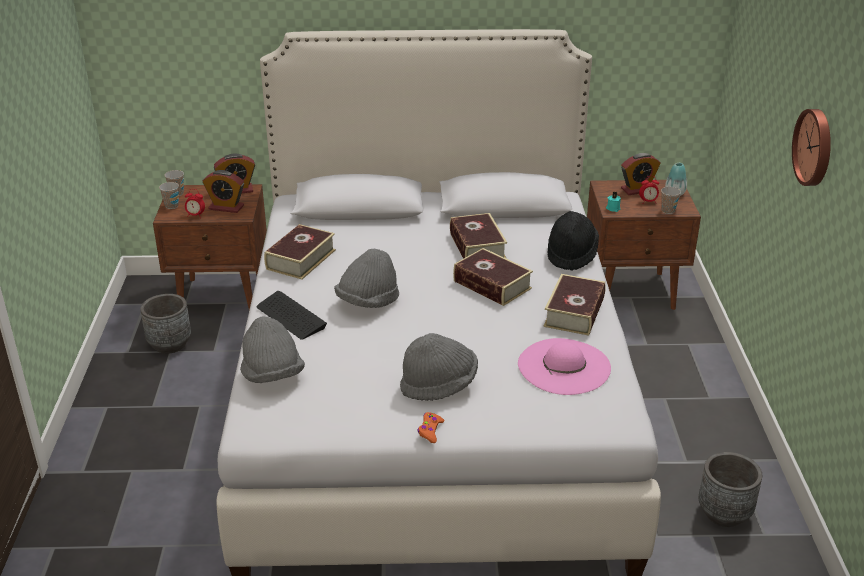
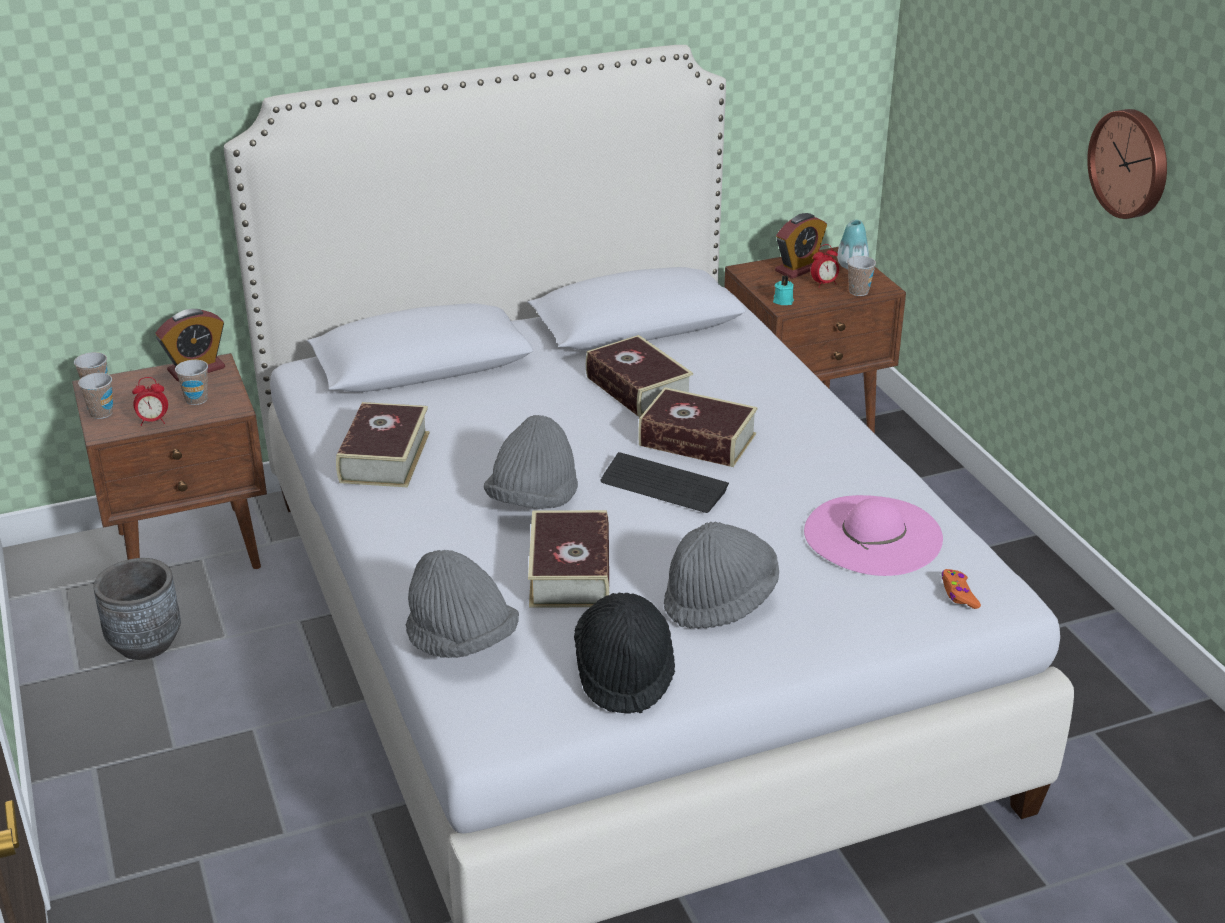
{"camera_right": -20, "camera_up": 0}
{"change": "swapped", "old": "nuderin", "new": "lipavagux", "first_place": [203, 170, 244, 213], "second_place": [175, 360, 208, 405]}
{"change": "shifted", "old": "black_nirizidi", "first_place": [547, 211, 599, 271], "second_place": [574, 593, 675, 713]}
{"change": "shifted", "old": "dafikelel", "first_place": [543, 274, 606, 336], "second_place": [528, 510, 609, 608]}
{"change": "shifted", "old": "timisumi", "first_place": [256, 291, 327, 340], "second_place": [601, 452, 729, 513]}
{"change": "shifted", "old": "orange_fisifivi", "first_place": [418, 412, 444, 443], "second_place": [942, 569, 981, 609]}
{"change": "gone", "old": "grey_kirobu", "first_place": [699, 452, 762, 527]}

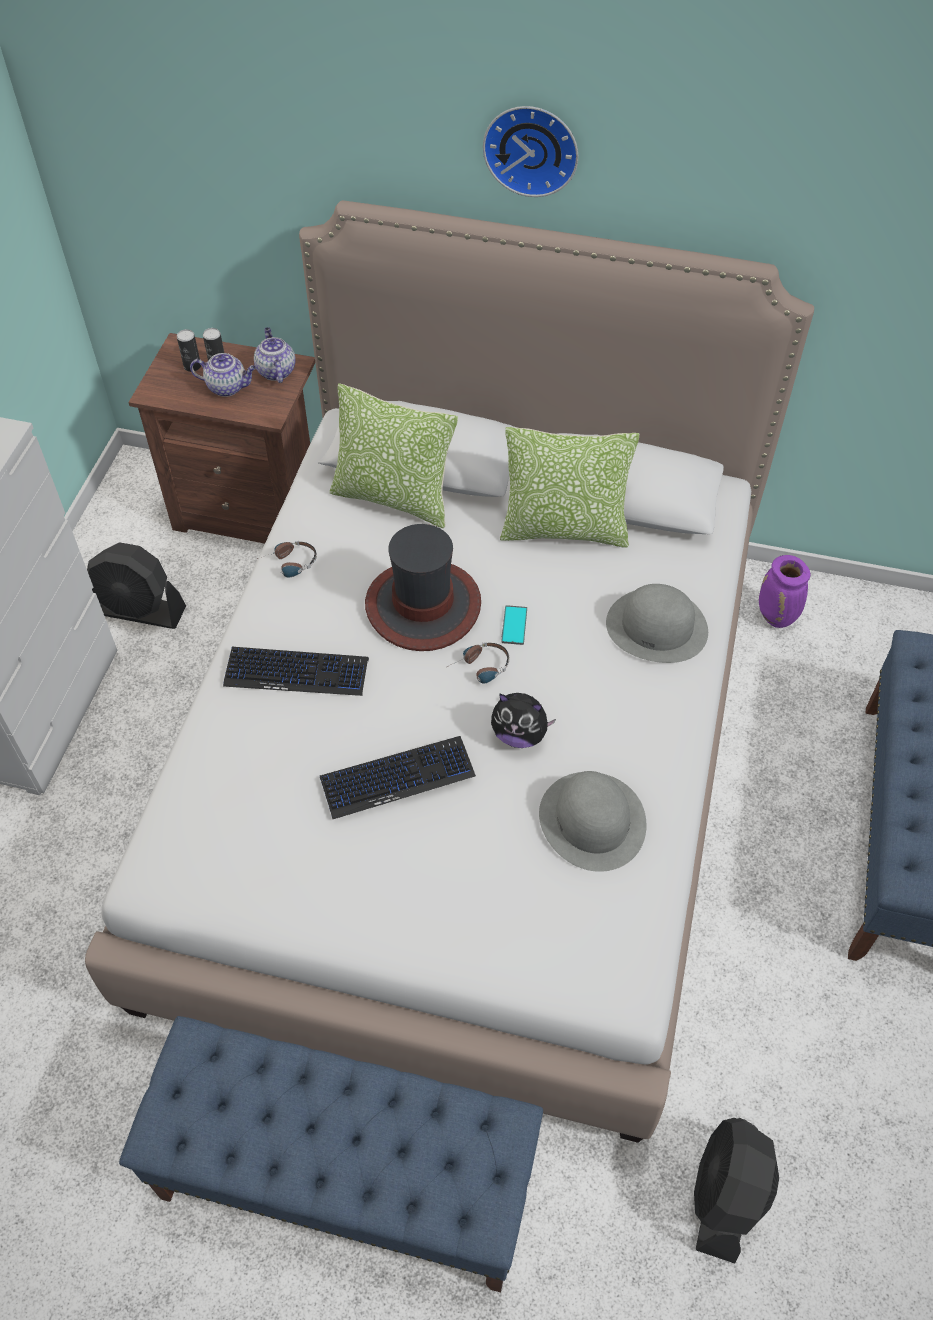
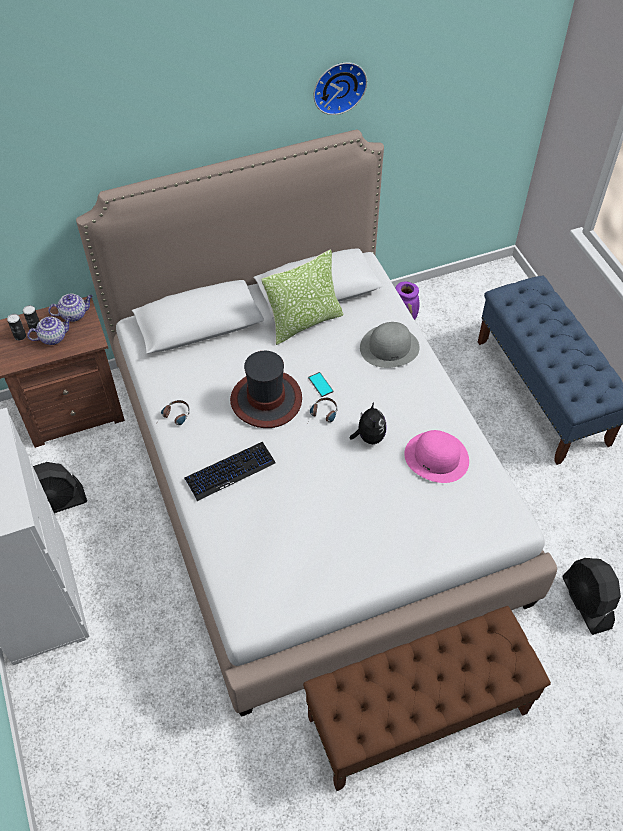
{"camera_right": -35, "camera_up": 0}
{"change": "shifted", "old": "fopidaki", "first_place": [483, 106, 578, 197], "second_place": [313, 62, 367, 115]}
{"change": "rotated", "old": "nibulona", "first_place": [254, 327, 296, 383], "second_place": [48, 293, 92, 322], "degrees": 120}
{"change": "gone", "old": "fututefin", "first_place": [330, 383, 458, 528]}
{"change": "rotated", "old": "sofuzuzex", "first_place": [491, 693, 556, 748], "second_place": [350, 402, 387, 444], "degrees": -75}
{"change": "gone", "old": "timisumi", "first_place": [320, 736, 476, 819]}
{"change": "repainted", "old": "grey_nirizidi", "new": "pink_nirizidi", "first_place": [539, 771, 647, 872], "second_place": [404, 430, 469, 483]}
{"change": "repainted", "old": "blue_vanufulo", "new": "brown_vanufulo", "first_place": [119, 1016, 543, 1292], "second_place": [303, 606, 551, 791]}

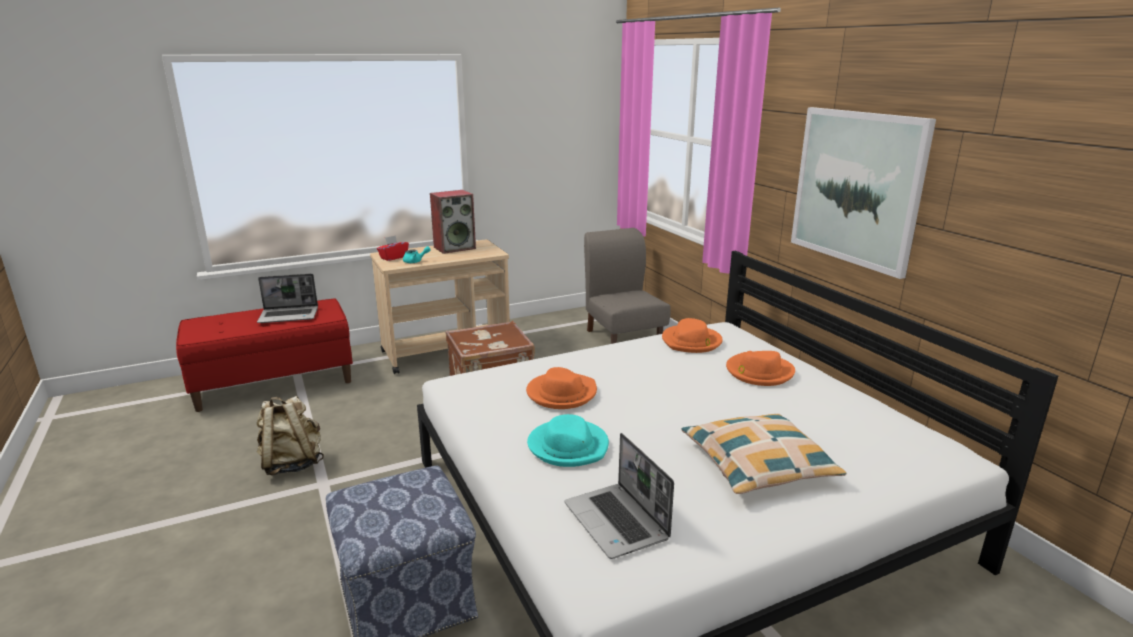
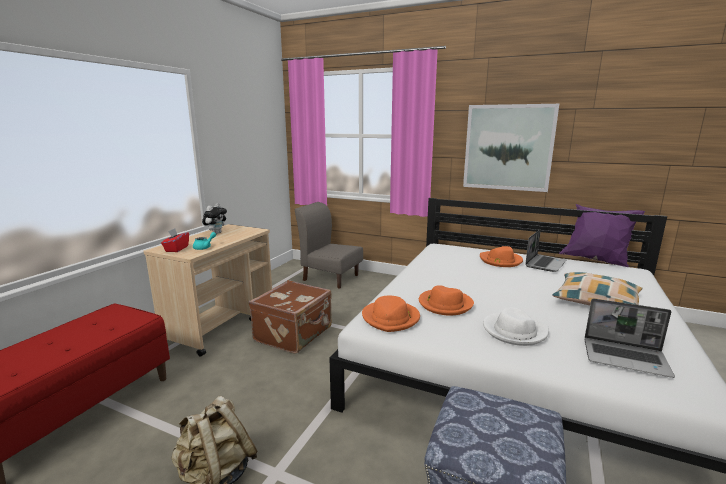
{"camera_right": -40, "camera_up": -5}
{"change": "swapped", "old": "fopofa", "new": "sofuzuzex", "first_place": [430, 190, 476, 254], "second_place": [202, 203, 227, 234]}
{"change": "shifted", "old": "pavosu", "first_place": [257, 274, 318, 323], "second_place": [525, 229, 567, 272]}
{"change": "shifted", "old": "orange_nirizidi", "first_place": [662, 318, 723, 353], "second_place": [362, 296, 420, 332]}
{"change": "repainted", "old": "turquoise_nirizidi", "new": "white_nirizidi", "first_place": [527, 414, 609, 467], "second_place": [483, 307, 549, 346]}
{"change": "new", "new": "purple_fututefin", "second_place": [559, 204, 645, 267]}

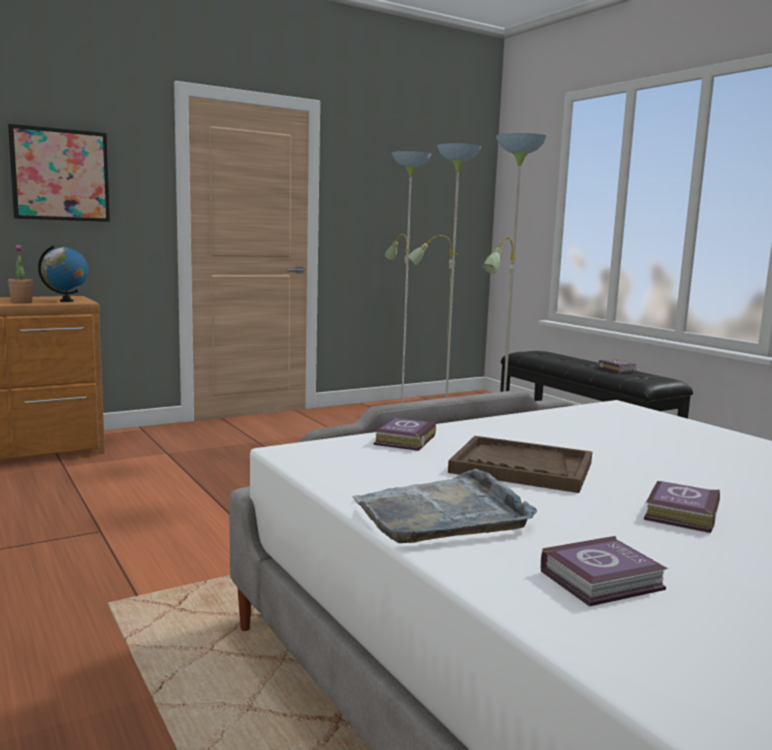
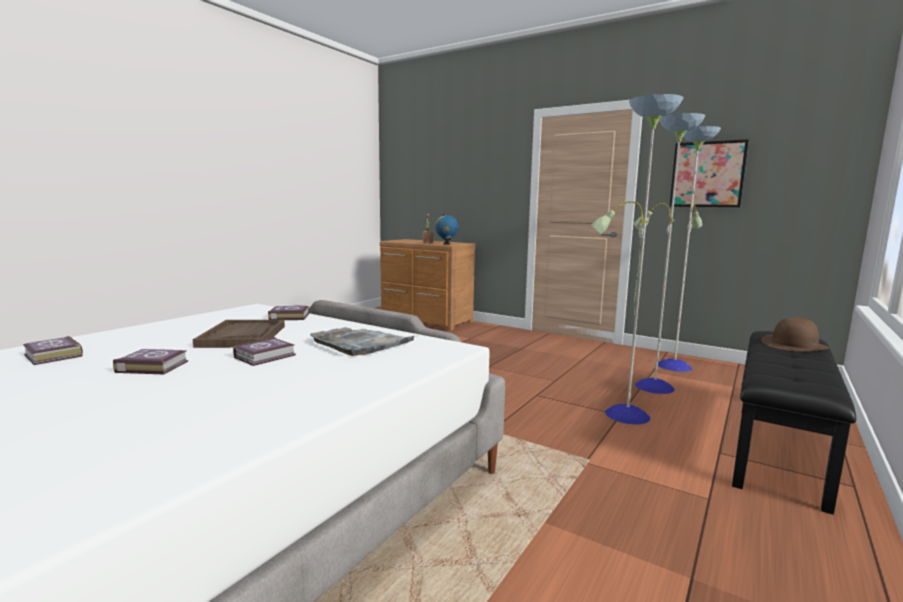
{"camera_right": 65, "camera_up": 0}
{"change": "shifted", "old": "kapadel", "first_place": [8, 124, 110, 222], "second_place": [670, 139, 749, 207]}
{"change": "shifted", "old": "dafikelel", "first_place": [598, 360, 637, 373], "second_place": [233, 337, 296, 366]}
{"change": "shifted", "old": "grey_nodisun", "first_place": [352, 469, 537, 543], "second_place": [310, 327, 415, 356]}
{"change": "new", "new": "brown_nirizidi", "second_place": [761, 317, 829, 351]}

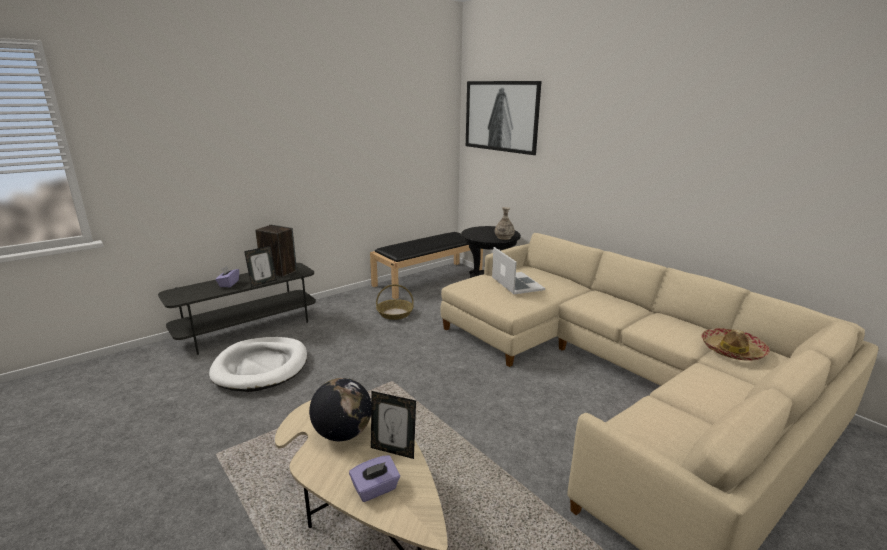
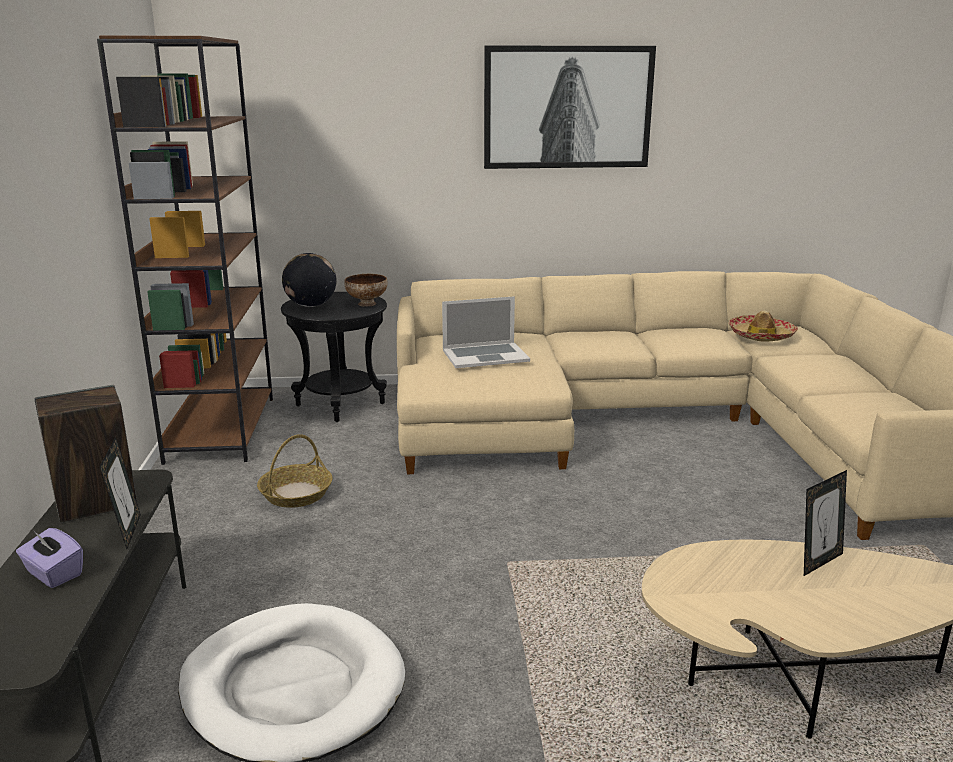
{"camera_right": -55, "camera_up": 0}
{"change": "shifted", "old": "kapadel", "first_place": [466, 81, 542, 155], "second_place": [484, 46, 656, 169]}
{"change": "swapped", "old": "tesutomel", "new": "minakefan", "first_place": [495, 207, 515, 240], "second_place": [344, 274, 387, 307]}
{"change": "swapped", "old": "black_vanufulo", "new": "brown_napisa", "first_place": [370, 232, 483, 299], "second_place": [97, 36, 273, 465]}
{"change": "rotated", "old": "pavosu", "first_place": [492, 247, 545, 294], "second_place": [442, 296, 530, 368], "degrees": 150}
{"change": "shifted", "old": "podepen", "first_place": [309, 378, 371, 441], "second_place": [282, 253, 336, 307]}
{"change": "gone", "old": "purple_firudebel", "first_place": [349, 455, 400, 502]}

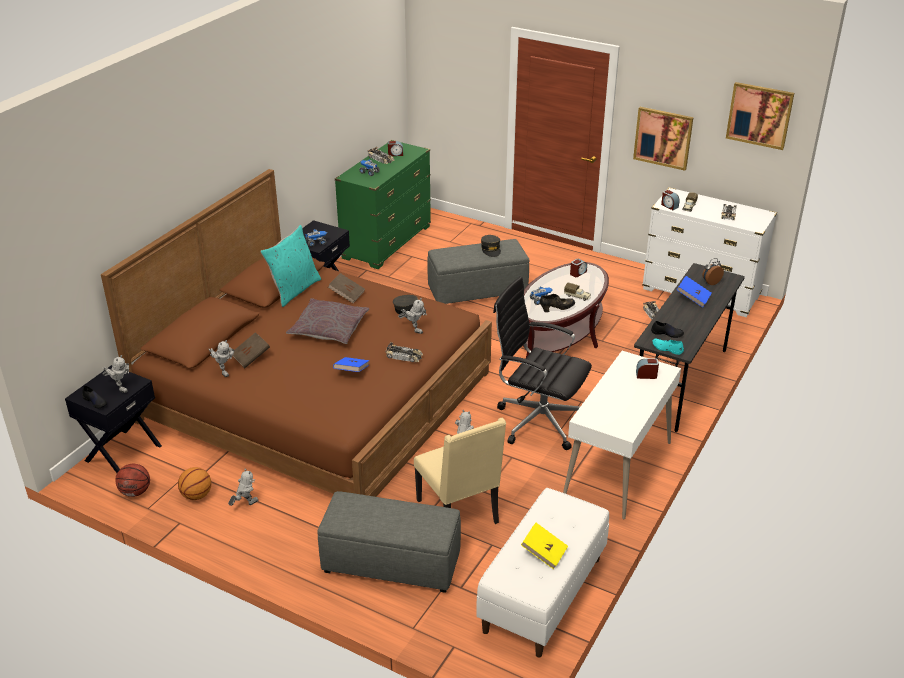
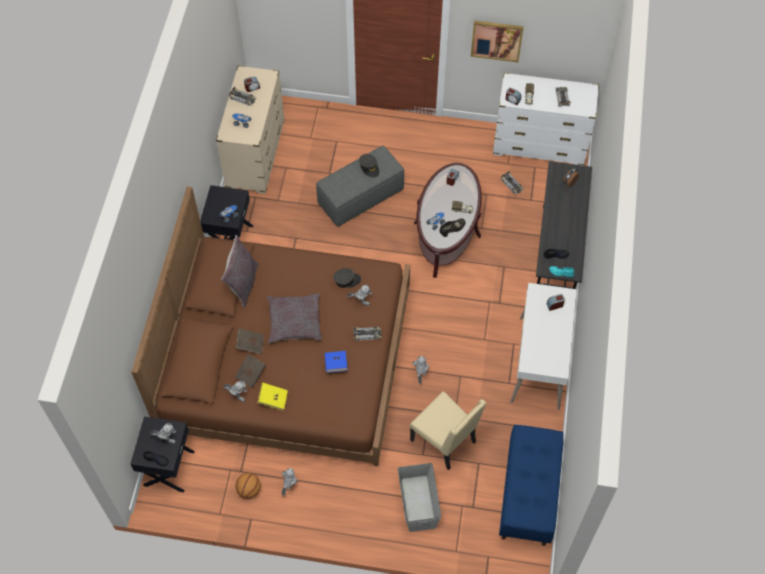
{"camera_right": -20, "camera_up": 25}
{"change": "gone", "old": "kapadel", "first_place": [726, 82, 794, 150]}
{"change": "repainted", "old": "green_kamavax", "new": "beige_kamavax", "first_place": [335, 140, 431, 269], "second_place": [216, 65, 285, 194]}
{"change": "repainted", "old": "turquoise_fututefin", "new": "grey_fututefin", "first_place": [260, 225, 322, 307], "second_place": [221, 235, 259, 308]}
{"change": "shifted", "old": "brown_dafikelel", "first_place": [328, 273, 365, 303], "second_place": [236, 328, 264, 354]}
{"change": "gone", "old": "blue_dafikelel", "first_place": [677, 276, 712, 308]}
{"change": "gone", "old": "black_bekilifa", "first_place": [493, 277, 592, 450]}
{"change": "gone", "old": "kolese", "first_place": [115, 464, 150, 497]}
{"change": "repainted", "old": "white_vanufulo", "new": "blue_vanufulo", "first_place": [476, 488, 609, 658], "second_place": [499, 425, 564, 546]}
{"change": "swapped", "old": "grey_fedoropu", "new": "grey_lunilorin", "first_place": [317, 491, 461, 593], "second_place": [398, 463, 441, 532]}
{"change": "shifted", "old": "yellow_dafikelel", "first_place": [521, 523, 568, 569], "second_place": [258, 383, 288, 411]}

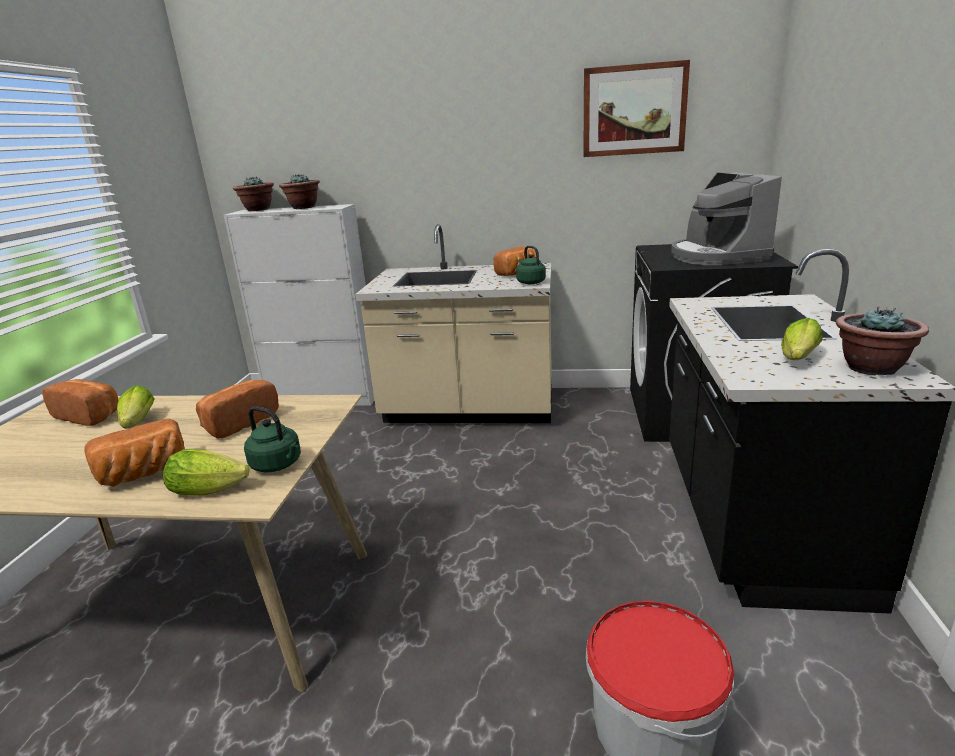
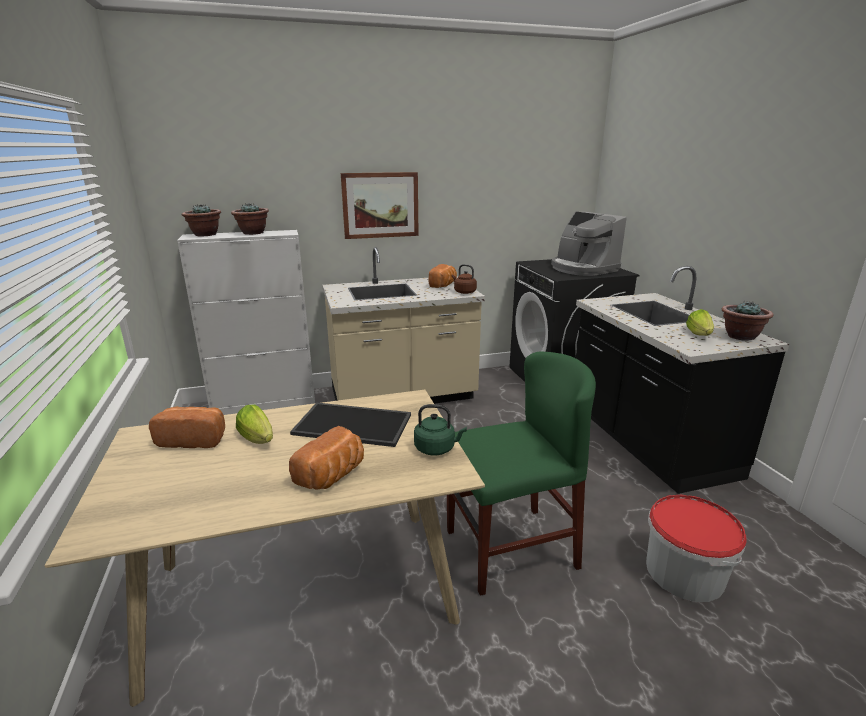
{"camera_right": -25, "camera_up": 0}
{"change": "shifted", "old": "kapadel", "first_place": [583, 60, 690, 157], "second_place": [341, 172, 419, 239]}
{"change": "repainted", "old": "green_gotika", "new": "brown_gotika", "first_place": [516, 246, 546, 284], "second_place": [452, 264, 477, 294]}
{"change": "swapped", "old": "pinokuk", "new": "nodisun", "first_place": [196, 380, 279, 439], "second_place": [290, 403, 411, 447]}
{"change": "gone", "old": "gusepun", "first_place": [163, 449, 249, 496]}
{"change": "new", "new": "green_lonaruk", "second_place": [447, 351, 596, 596]}

